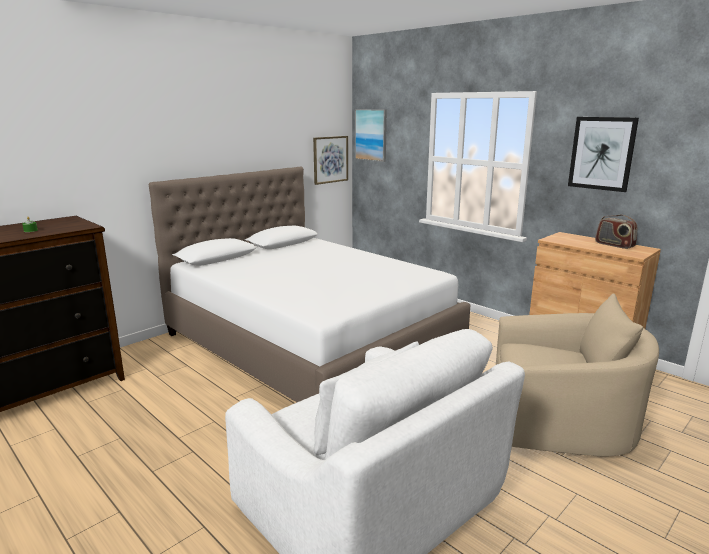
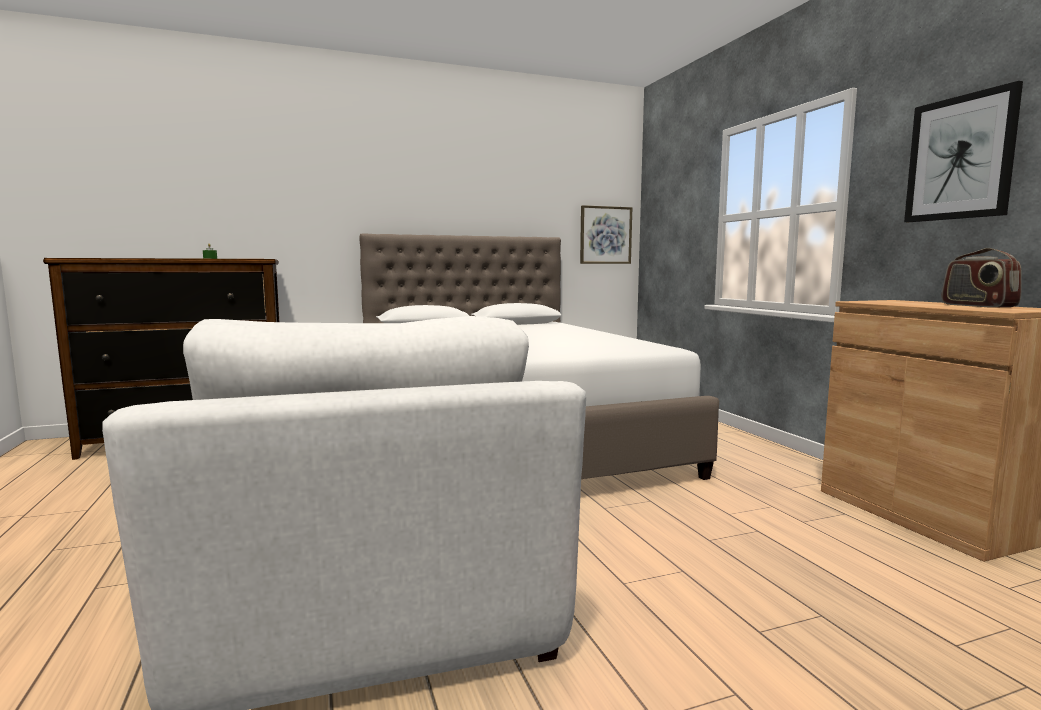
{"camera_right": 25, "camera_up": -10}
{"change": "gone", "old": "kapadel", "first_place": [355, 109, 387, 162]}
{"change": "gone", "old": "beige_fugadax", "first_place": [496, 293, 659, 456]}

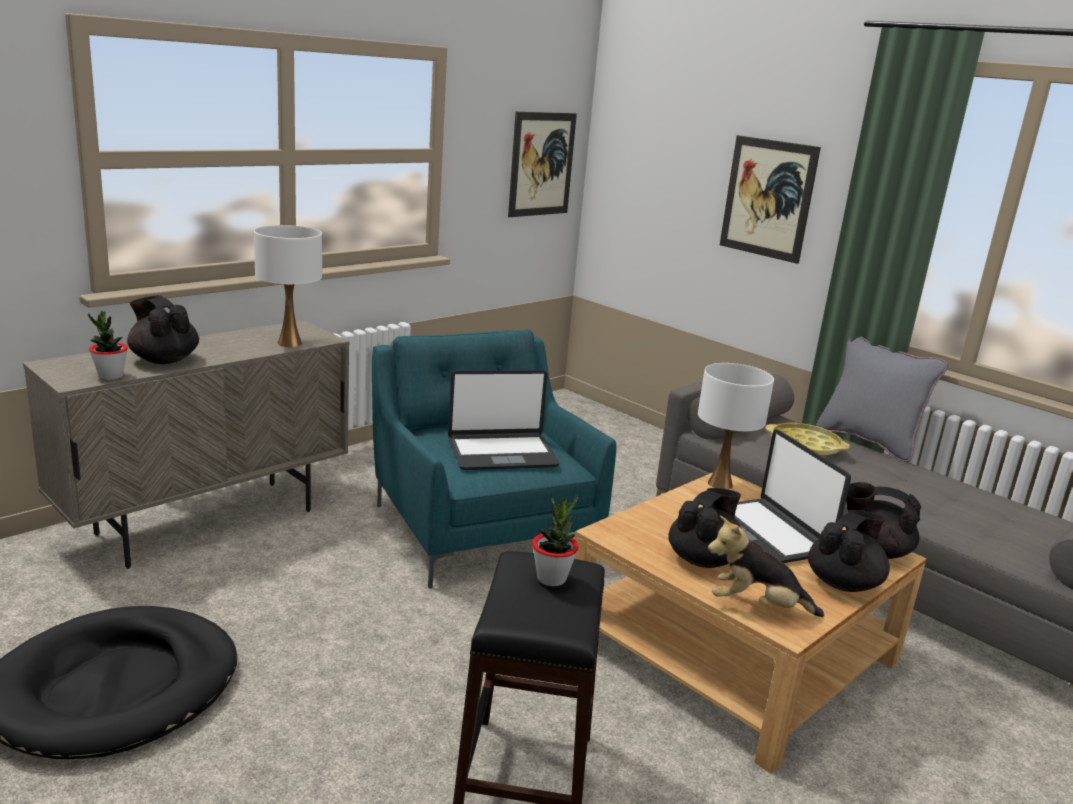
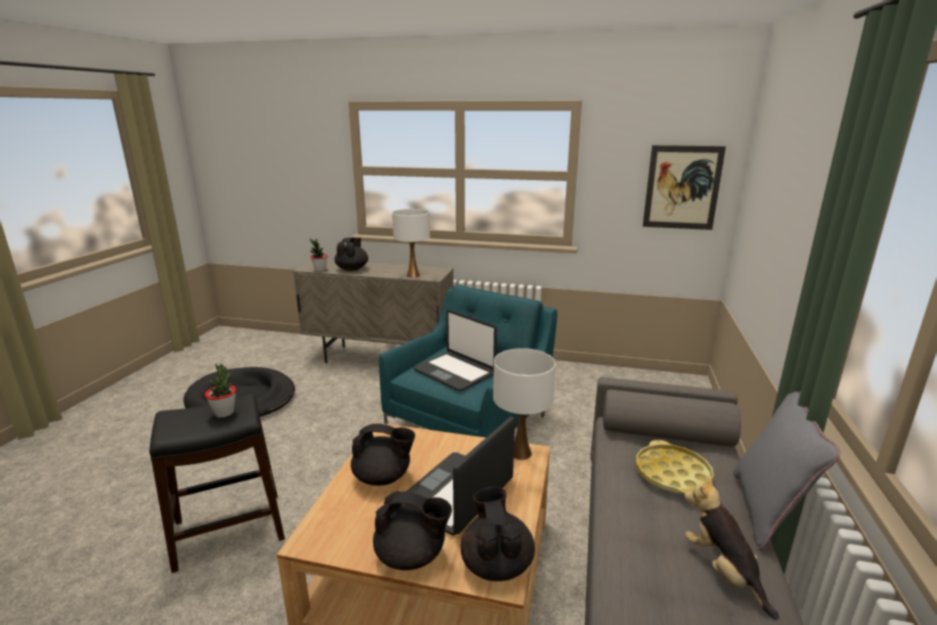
{"camera_right": 60, "camera_up": 0}
{"change": "gone", "old": "kapadel", "first_place": [720, 135, 821, 264]}
{"change": "shifted", "old": "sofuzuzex", "first_place": [708, 516, 824, 617], "second_place": [684, 475, 779, 620]}

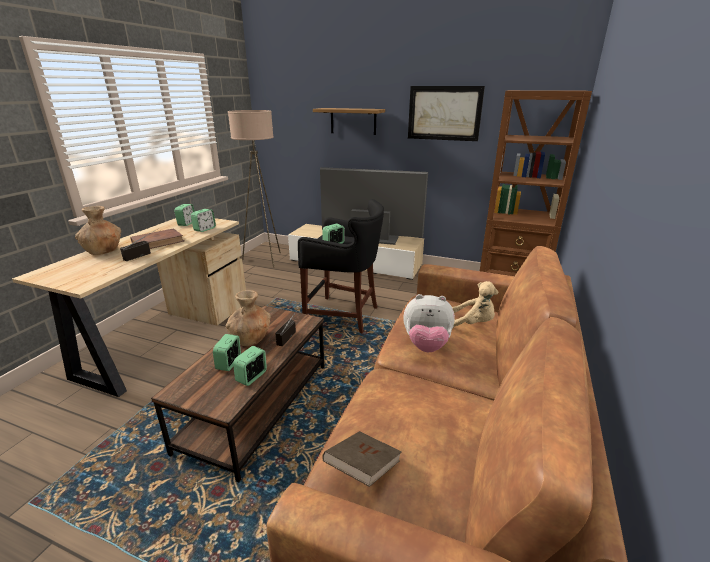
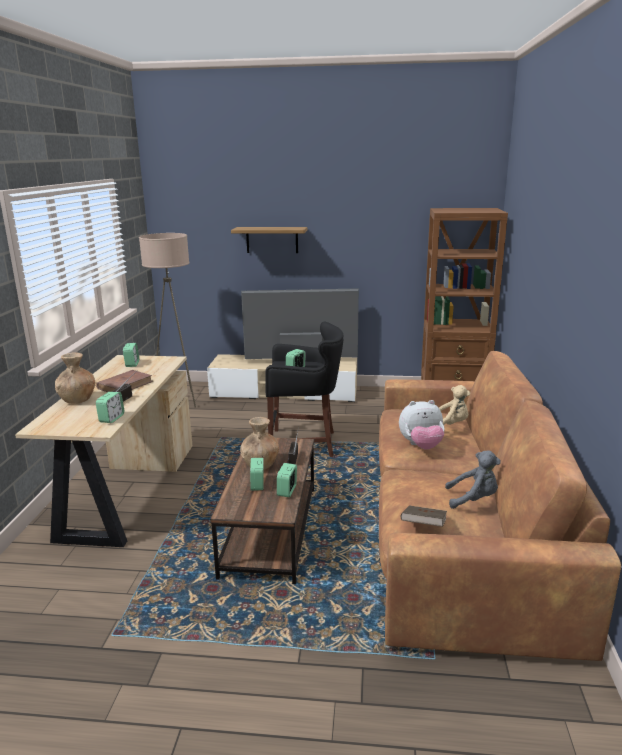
{"camera_right": -15, "camera_up": -5}
{"change": "gone", "old": "kapadel", "first_place": [408, 86, 485, 141]}
{"change": "shifted", "old": "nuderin", "first_place": [191, 209, 216, 232], "second_place": [96, 392, 124, 423]}
{"change": "new", "new": "grey_sofuzuzex", "second_place": [445, 451, 501, 509]}

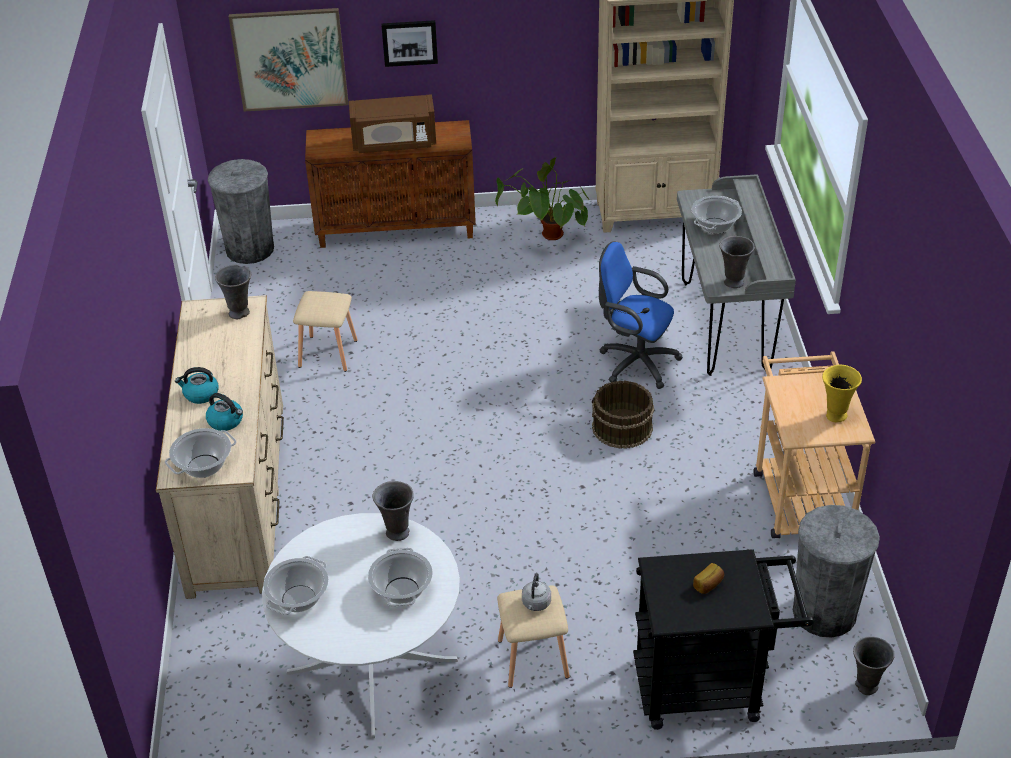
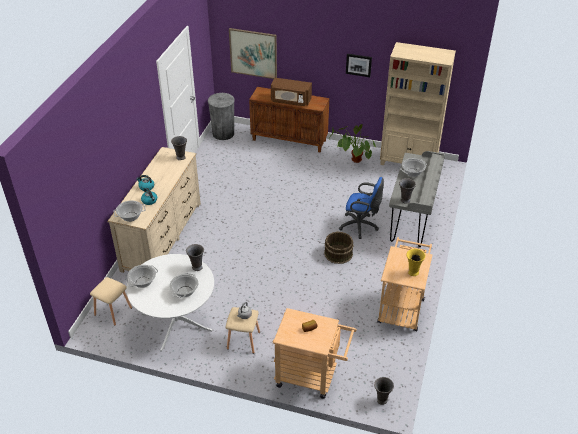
{"camera_right": 20, "camera_up": 0}
{"change": "shifted", "old": "kapadel", "first_place": [381, 20, 438, 67], "second_place": [346, 54, 372, 77]}
{"change": "rotated", "old": "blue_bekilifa", "first_place": [599, 241, 683, 389], "second_place": [339, 177, 384, 239], "degrees": 150}
{"change": "shifted", "old": "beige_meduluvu", "first_place": [293, 291, 358, 372], "second_place": [90, 277, 132, 326]}
{"change": "gone", "old": "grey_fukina", "first_place": [793, 505, 880, 638]}
{"change": "repainted", "old": "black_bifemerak", "new": "beige_bifemerak", "first_place": [633, 549, 814, 730], "second_place": [273, 308, 357, 399]}

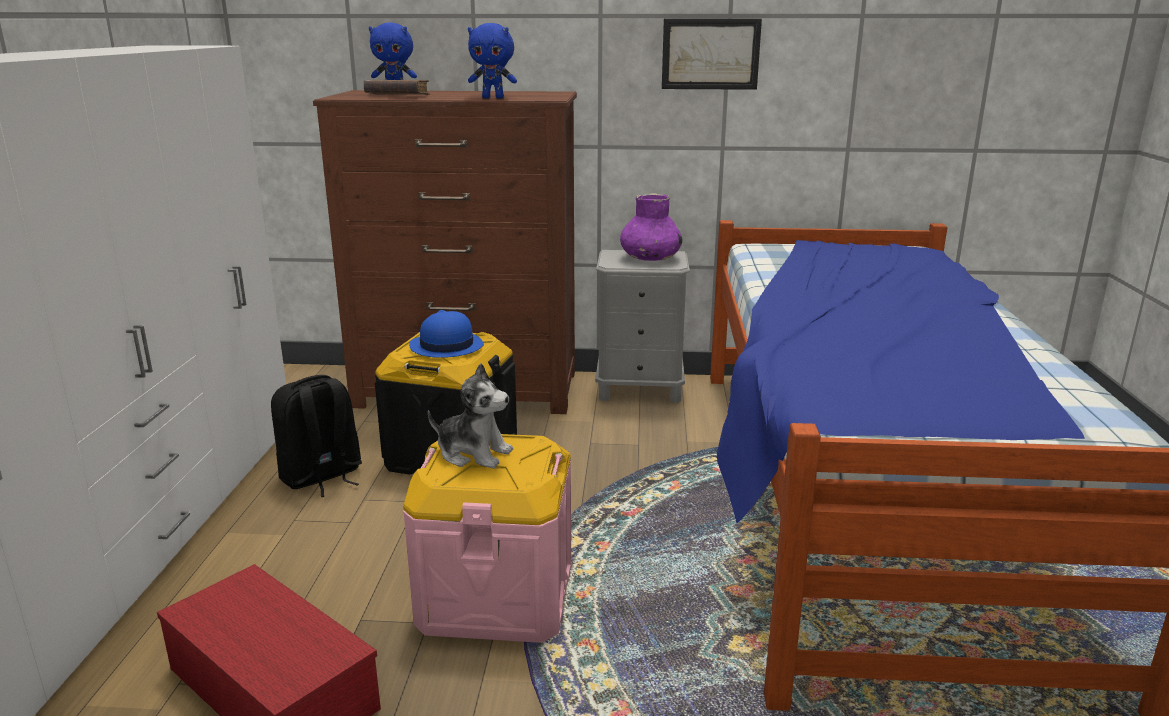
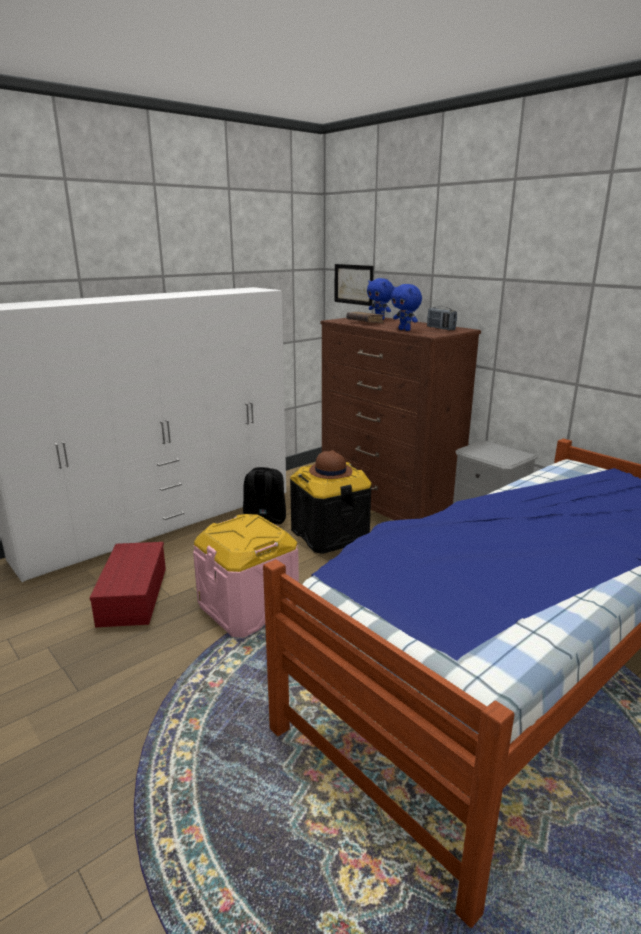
{"camera_right": 45, "camera_up": 0}
{"change": "shifted", "old": "kapadel", "first_place": [662, 19, 762, 90], "second_place": [334, 264, 373, 306]}
{"change": "gone", "old": "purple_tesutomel", "first_place": [620, 193, 683, 261]}
{"change": "repainted", "old": "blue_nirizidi", "new": "brown_nirizidi", "first_place": [409, 310, 484, 358], "second_place": [309, 450, 352, 479]}
{"change": "gone", "old": "sofuzuzex", "first_place": [428, 363, 513, 468]}
{"change": "new", "new": "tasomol", "second_place": [427, 306, 457, 330]}

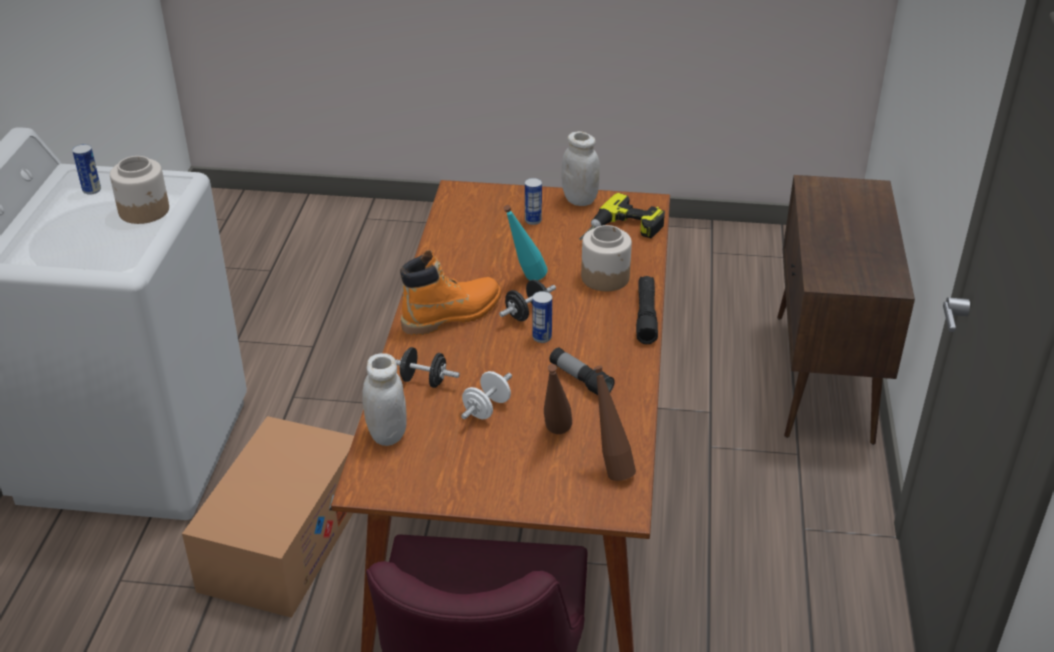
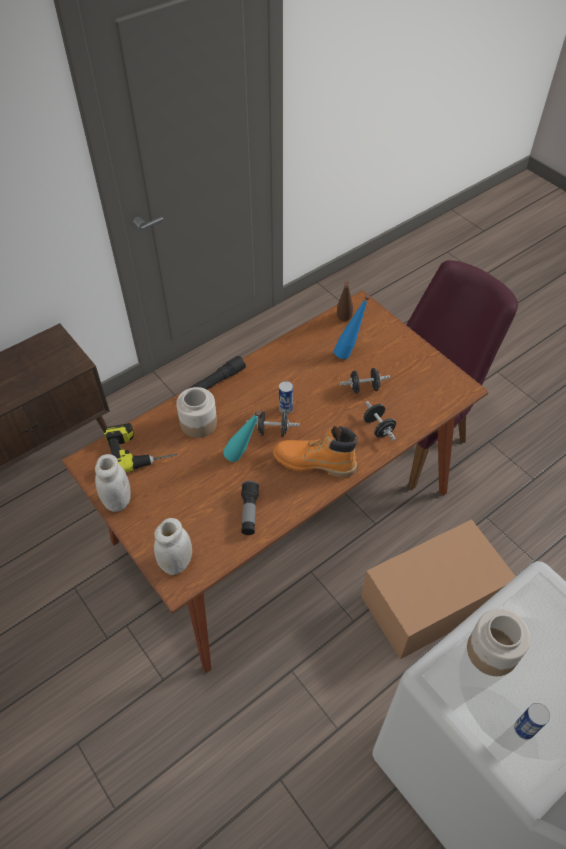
{"camera_right": -135, "camera_up": 15}
{"change": "gone", "old": "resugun", "first_place": [525, 178, 542, 225]}
{"change": "shifted", "old": "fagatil", "first_place": [549, 347, 615, 395], "second_place": [241, 481, 259, 535]}
{"change": "shifted", "old": "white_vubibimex", "first_place": [362, 353, 407, 446], "second_place": [154, 518, 192, 575]}
{"change": "repainted", "old": "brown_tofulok", "new": "blue_tofulok", "first_place": [544, 364, 572, 434], "second_place": [334, 295, 370, 359]}
{"change": "repainted", "old": "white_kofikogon", "new": "black_kofikogon", "first_place": [461, 371, 512, 419], "second_place": [340, 368, 390, 394]}

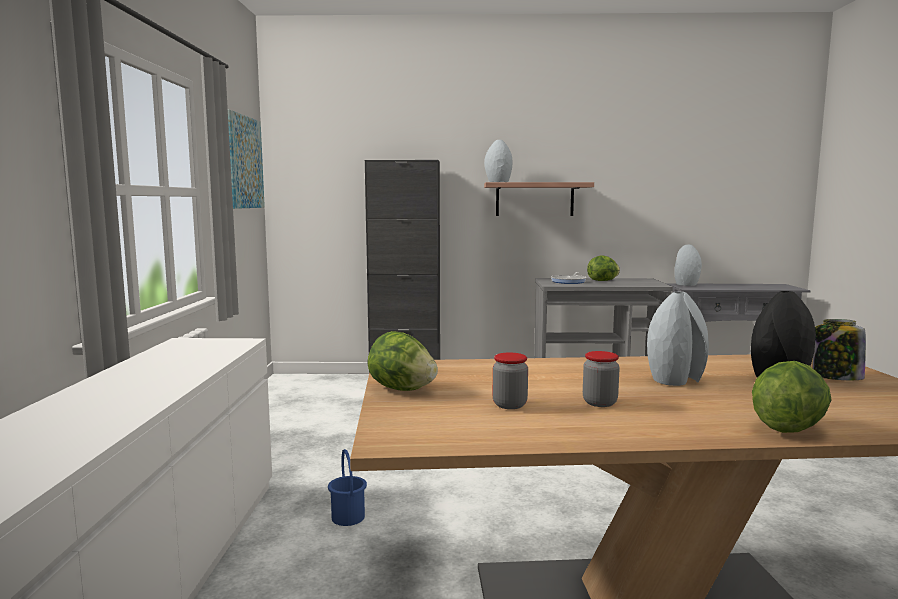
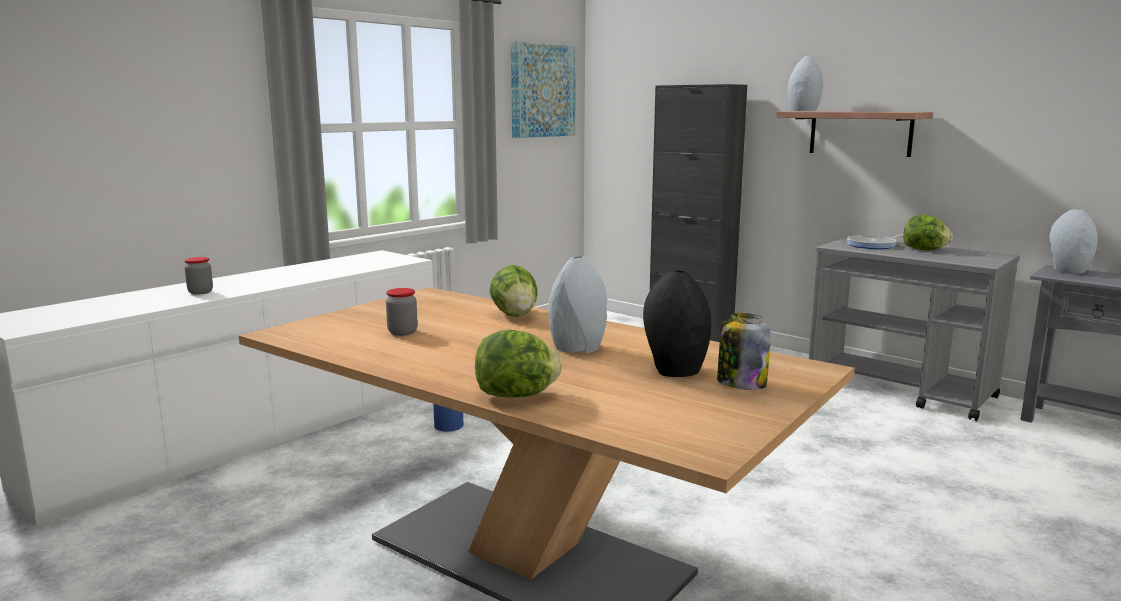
{"camera_right": 40, "camera_up": 5}
{"change": "shifted", "old": "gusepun", "first_place": [367, 331, 438, 391], "second_place": [489, 265, 538, 317]}
{"change": "shifted", "old": "vubibimex", "first_place": [583, 351, 620, 407], "second_place": [185, 257, 213, 295]}

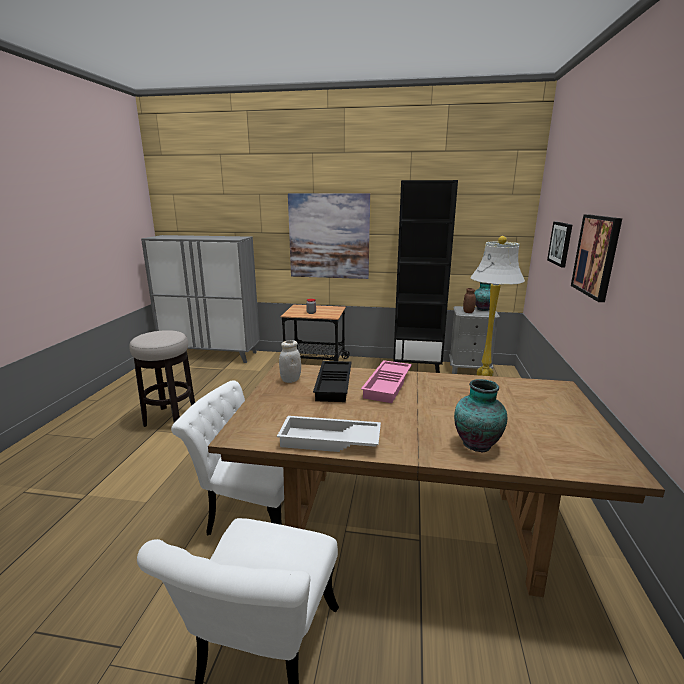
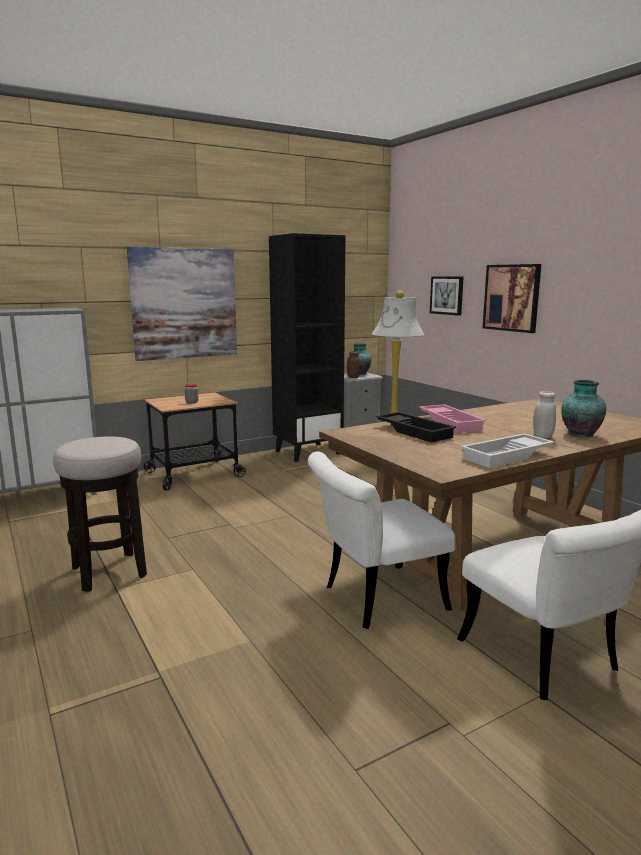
{"camera_right": -40, "camera_up": -5}
{"change": "shifted", "old": "white_vubibimex", "first_place": [279, 340, 301, 383], "second_place": [533, 391, 556, 439]}

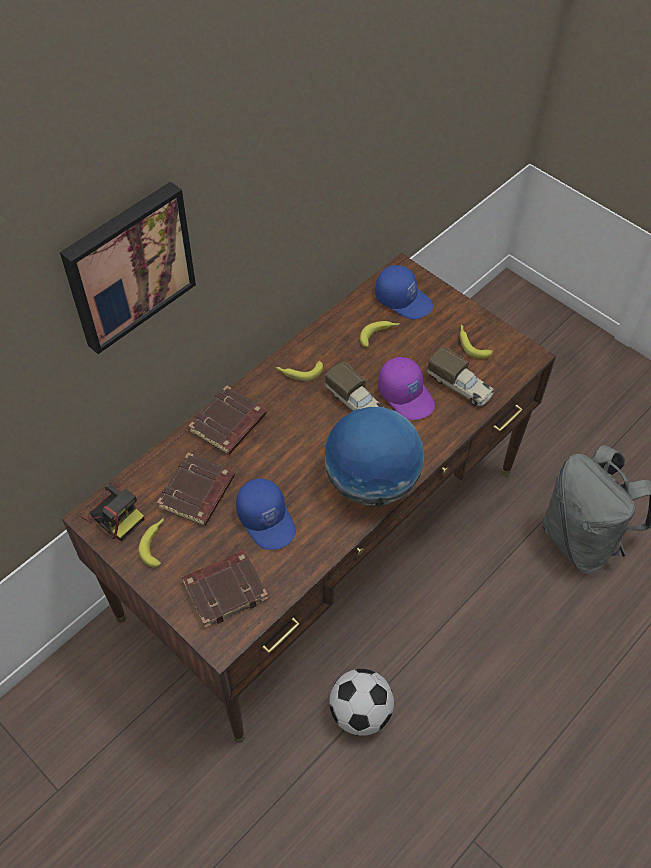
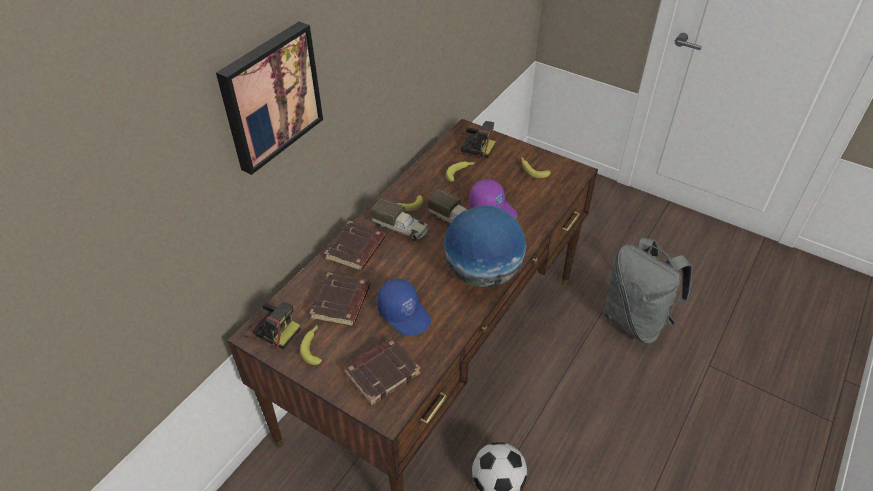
{"camera_right": -10, "camera_up": -10}
{"change": "swapped", "old": "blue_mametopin", "new": "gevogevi", "first_place": [375, 265, 433, 320], "second_place": [452, 121, 496, 158]}
{"change": "shifted", "old": "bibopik", "first_place": [427, 346, 494, 406], "second_place": [371, 198, 429, 241]}

